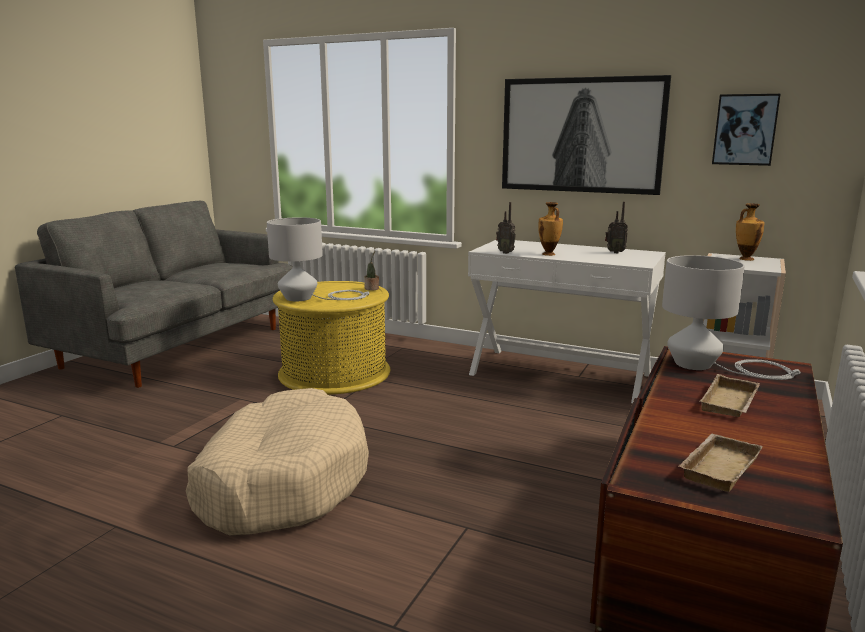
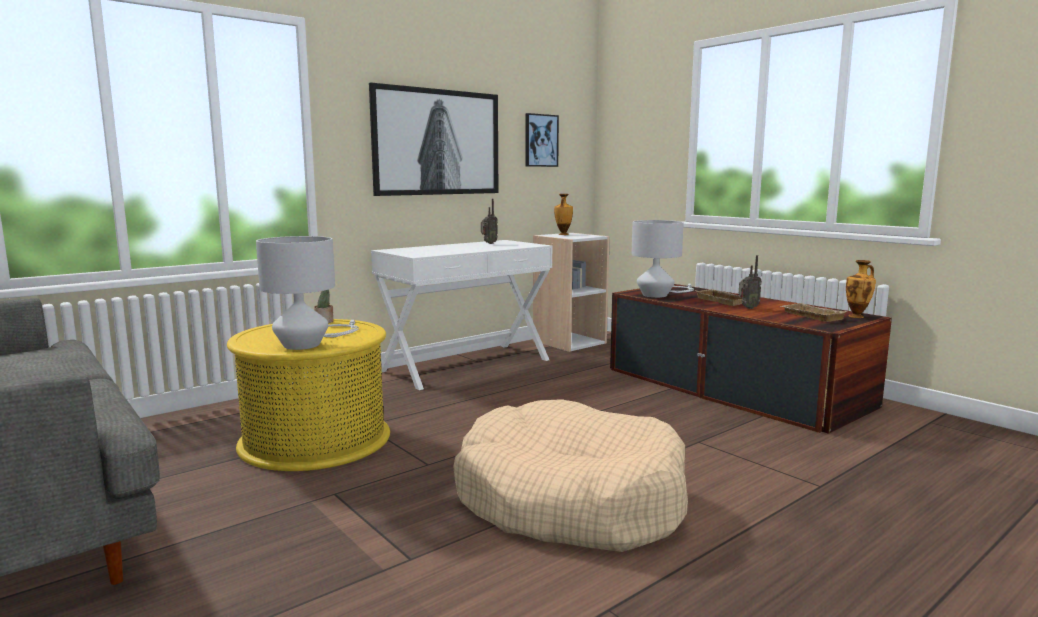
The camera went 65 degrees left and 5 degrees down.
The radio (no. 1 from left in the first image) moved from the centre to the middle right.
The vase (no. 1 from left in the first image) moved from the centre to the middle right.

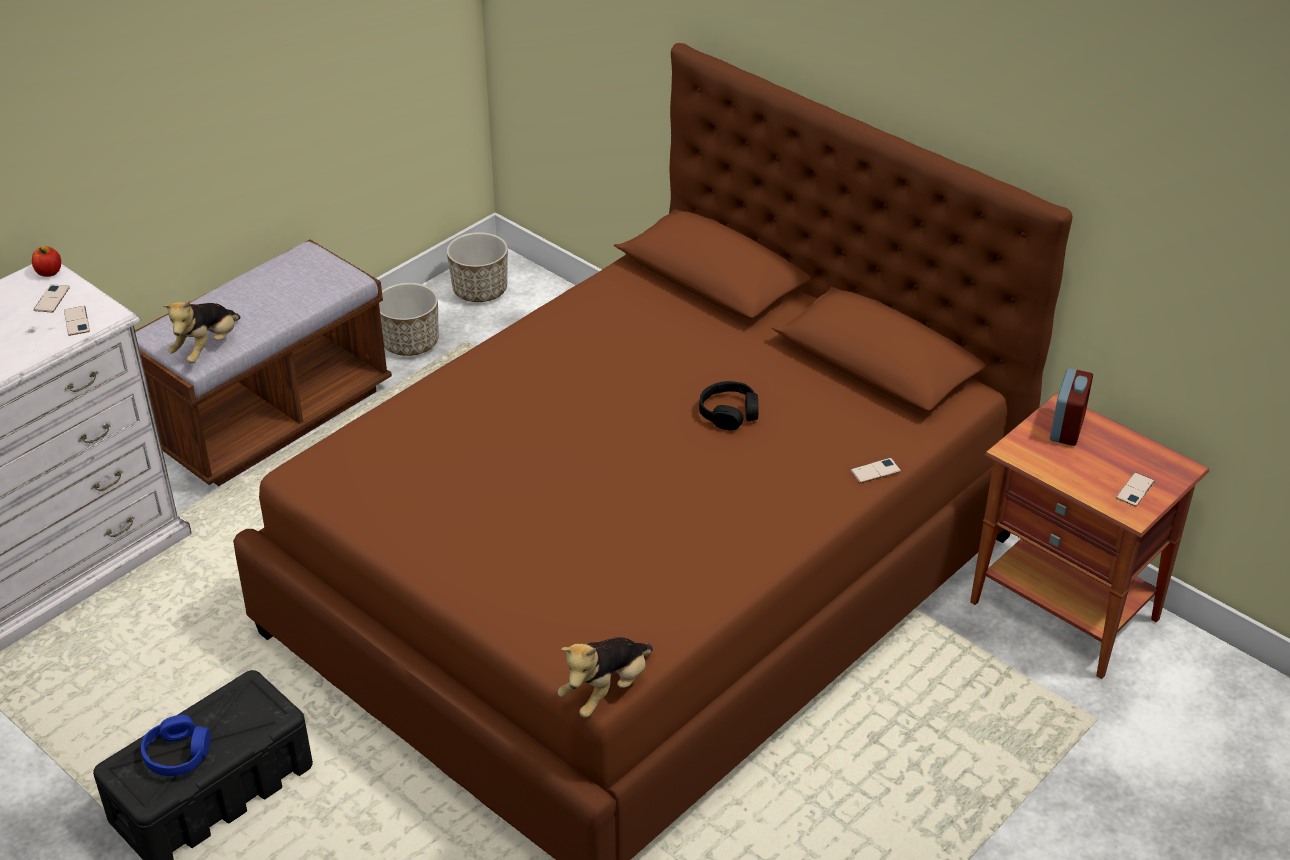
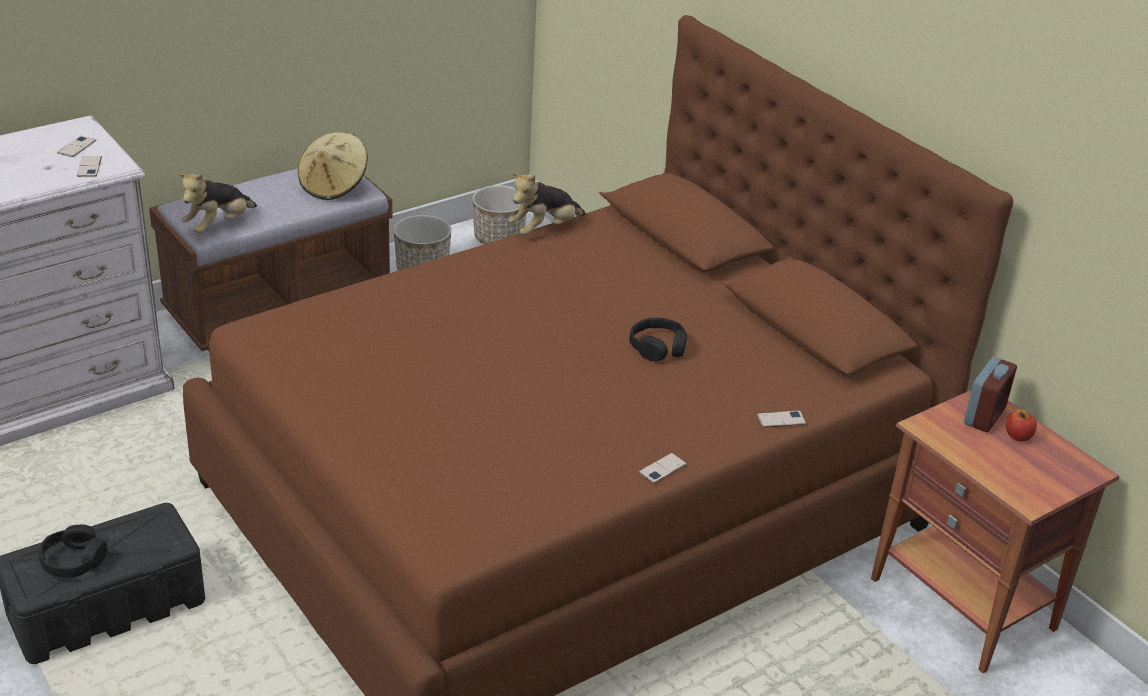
The camera went 10 degrees right and 5 degrees down.
The beige hat at the top left appeared.
The apple moved from the top left to the middle right.
The plush toy (no. 2 from left) moved from the bottom centre to the top centre.
The phone (no. 4 from left in the first image) moved from the middle right to the bottom centre.
The blue headphones at the bottom left became the black headphones (no. 1 from left) at the bottom left.

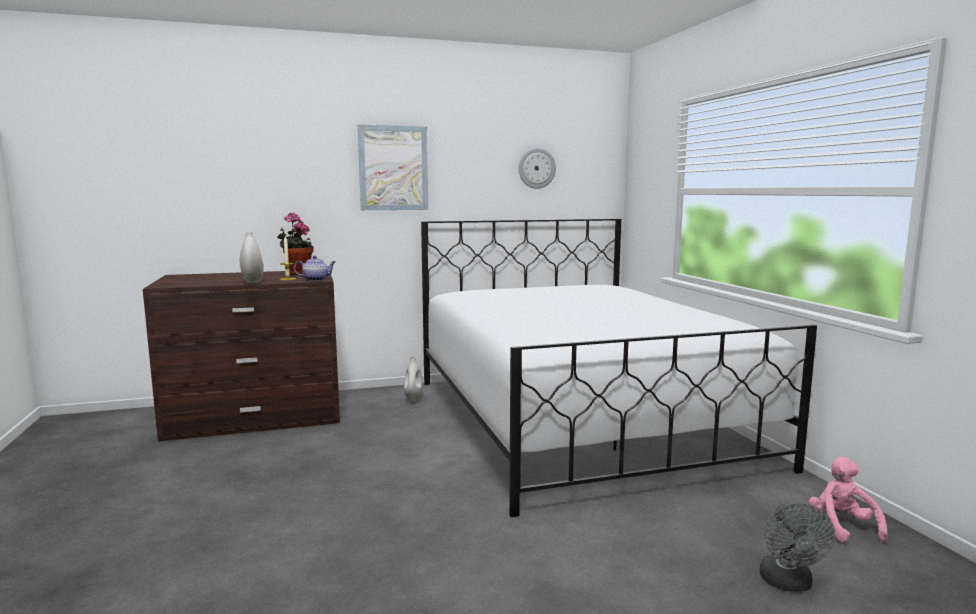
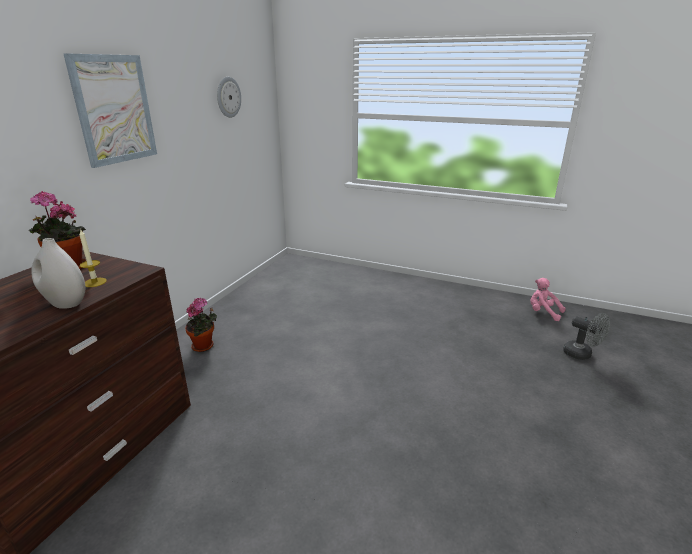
The camera went 50 degrees left and 15 degrees up.
The teapot at the middle left disappeared.
The white bed at the centre disappeared.
The white vase (no. 2 from left) at the centre was replaced by the potted plant (no. 2 from left) at the middle left.

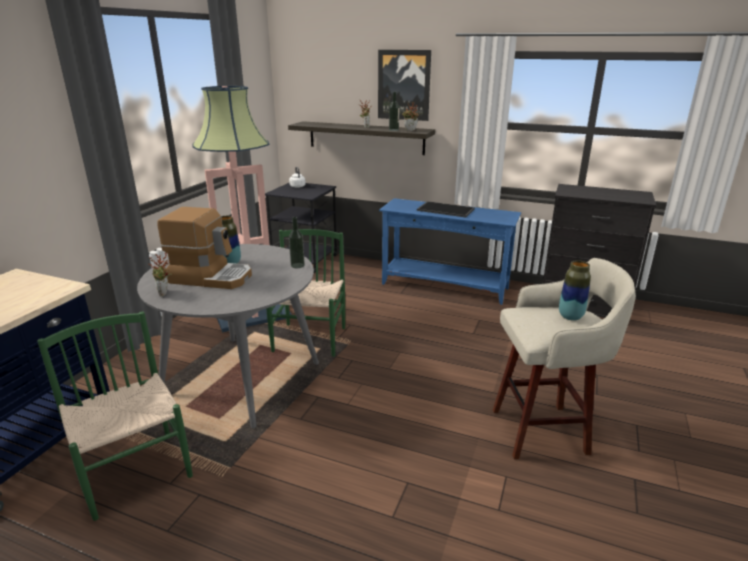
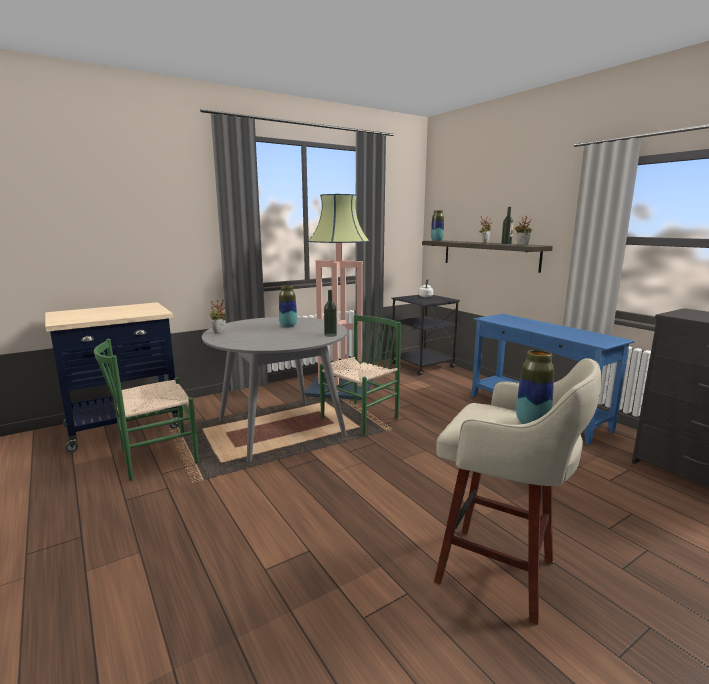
The camera went 35 degrees right and 10 degrees down.
The coffee machine at the middle left disappeared.
The picture at the top centre disappeared.
The tray at the centre disappeared.
The vase (no. 2 from left) at the top centre appeared.
The green chair (no. 1 from left) at the bottom left turned 120 degrees counterclockwise.

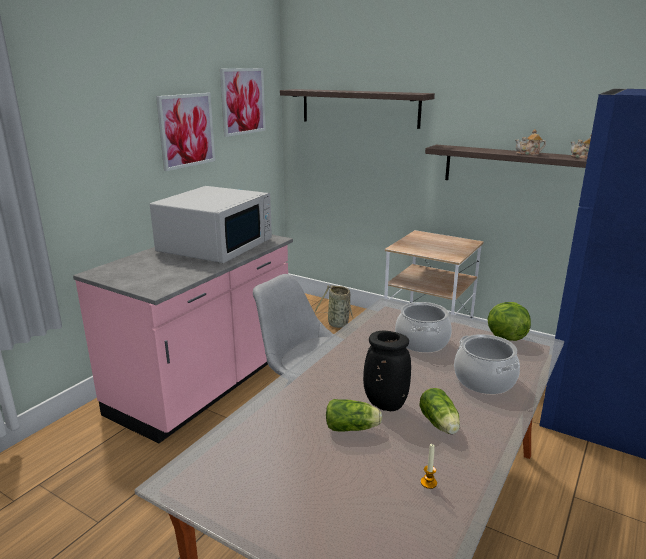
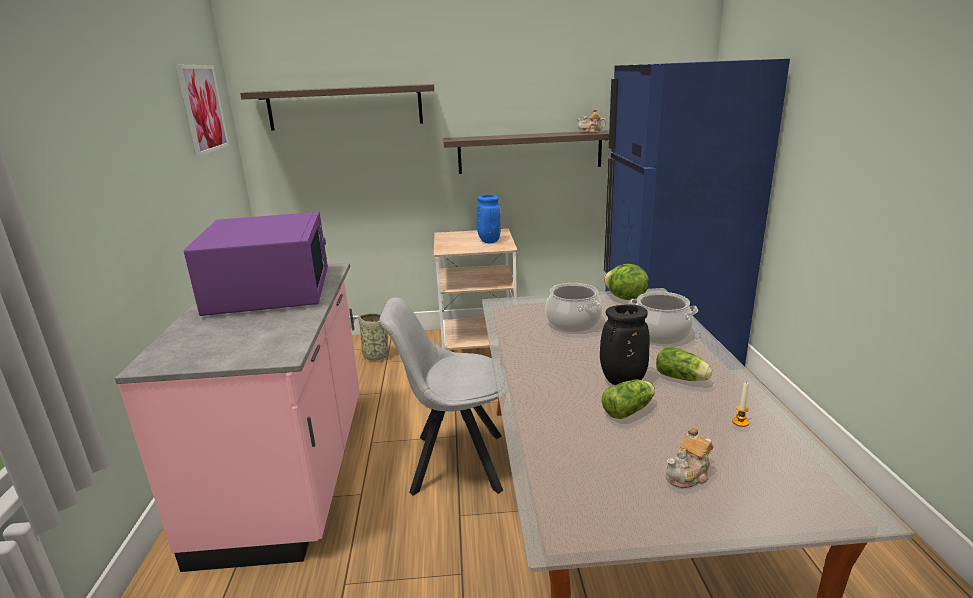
The camera went 35 degrees left and 0 degrees up.
The picture (no. 1 from left) at the top left disappeared.
The blue vase at the centre appeared.
The teapot (no. 1 from left in the first image) moved from the top right to the bottom right.
The white microwave at the middle left became the purple microwave at the middle left.

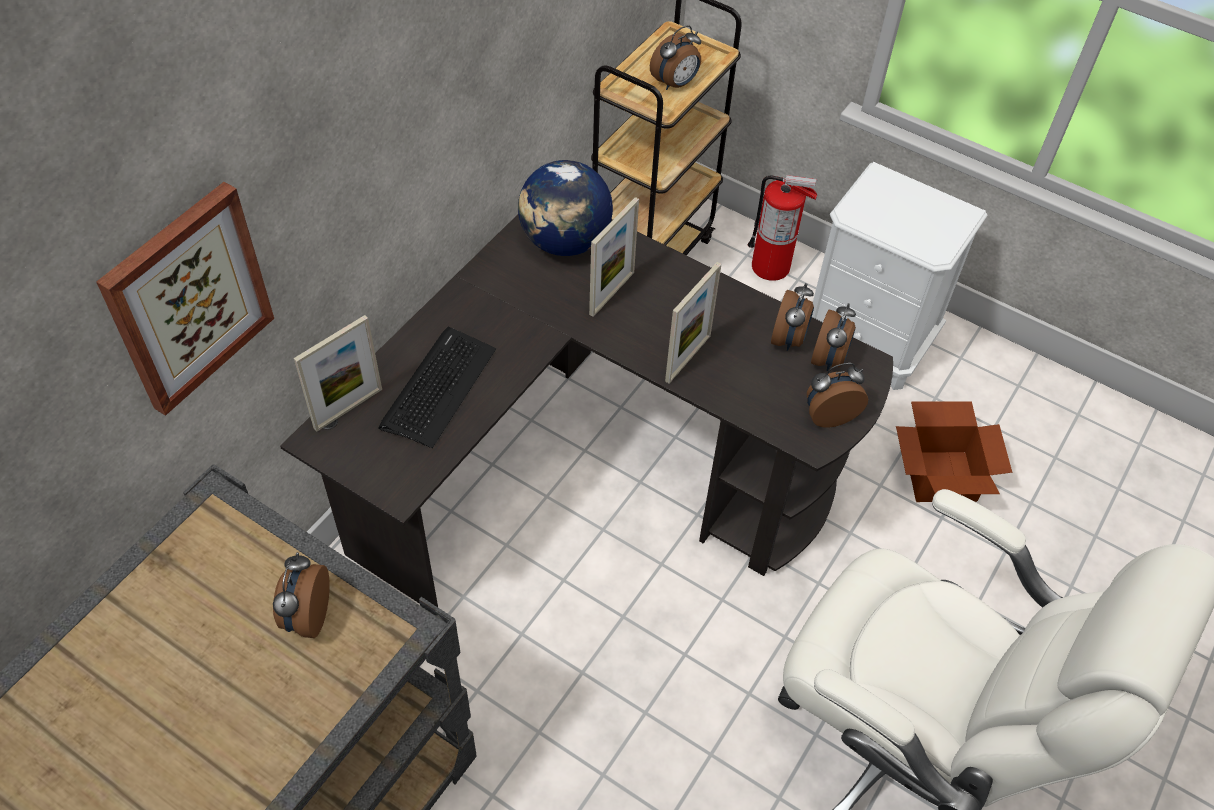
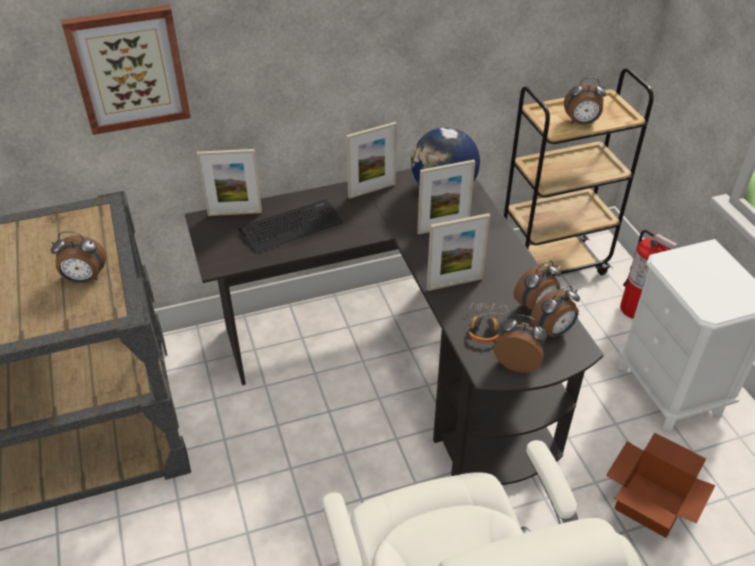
The camera went 40 degrees right and 10 degrees down.
The picture frame (no. 2 from left) at the top centre appeared.
The headphones at the centre appeared.
The alarm clock (no. 1 from left) at the bottom left turned 135 degrees counterclockwise.

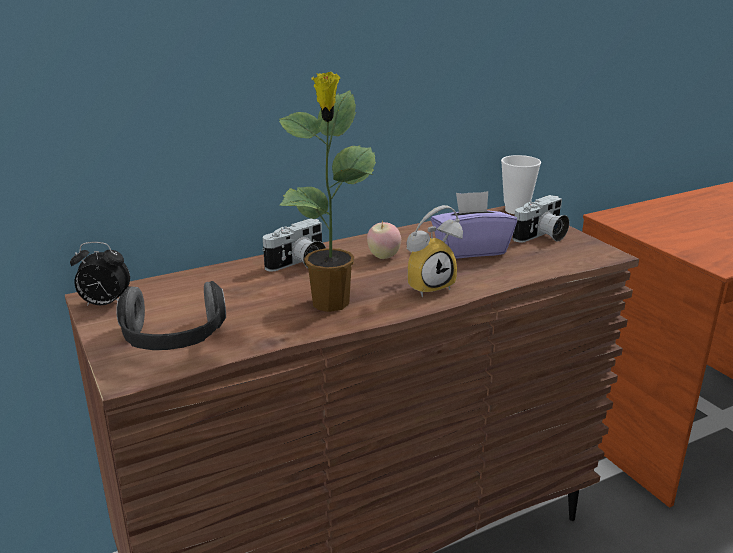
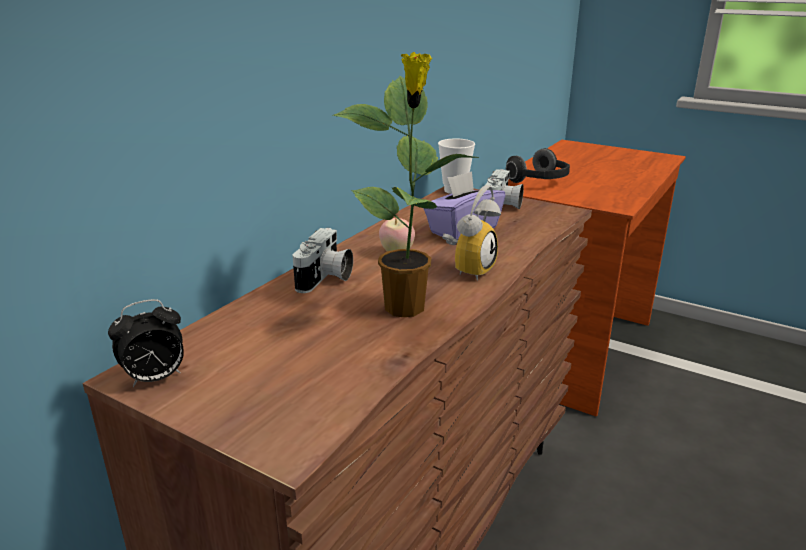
The camera went 30 degrees left and 0 degrees up.
The headphones moved from the middle left to the top right.

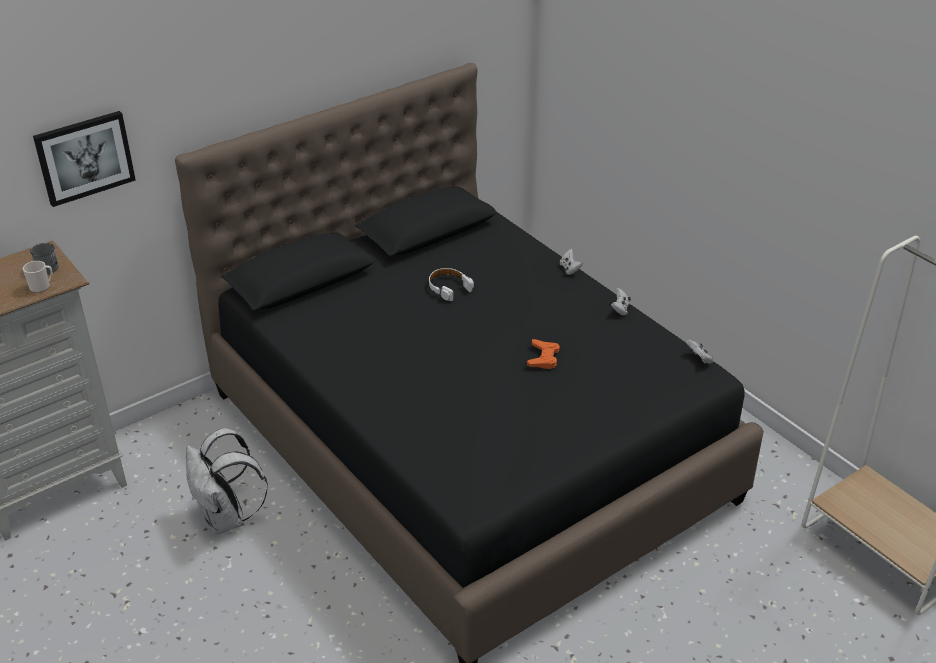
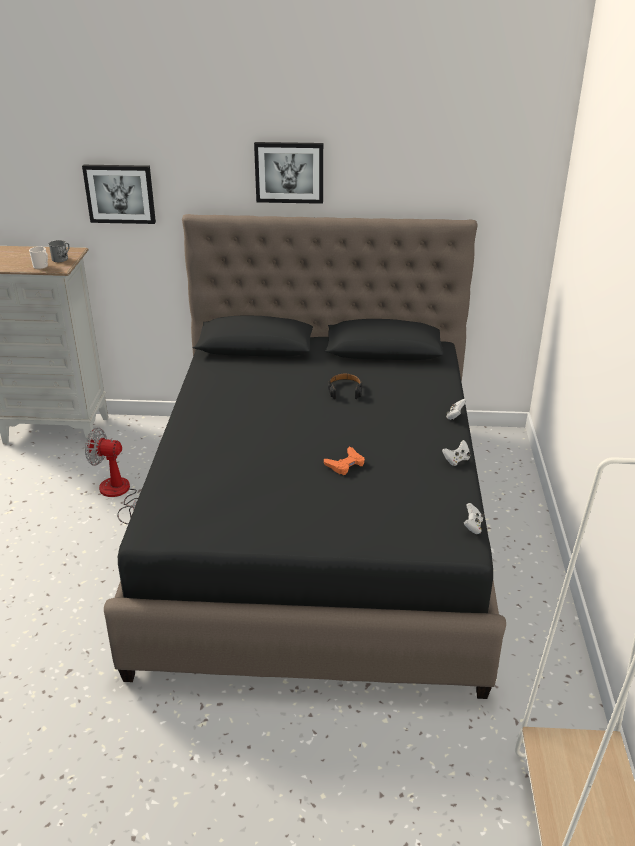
The camera went 40 degrees right and 5 degrees down.
The picture (no. 2 from left) at the top centre appeared.
The white backpack at the bottom left was replaced by the fan at the middle left.
The white headphones at the centre became the black headphones at the centre.

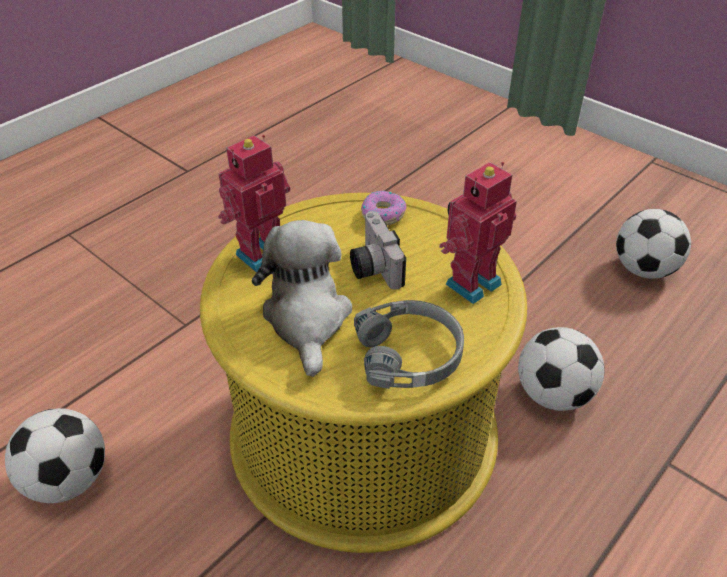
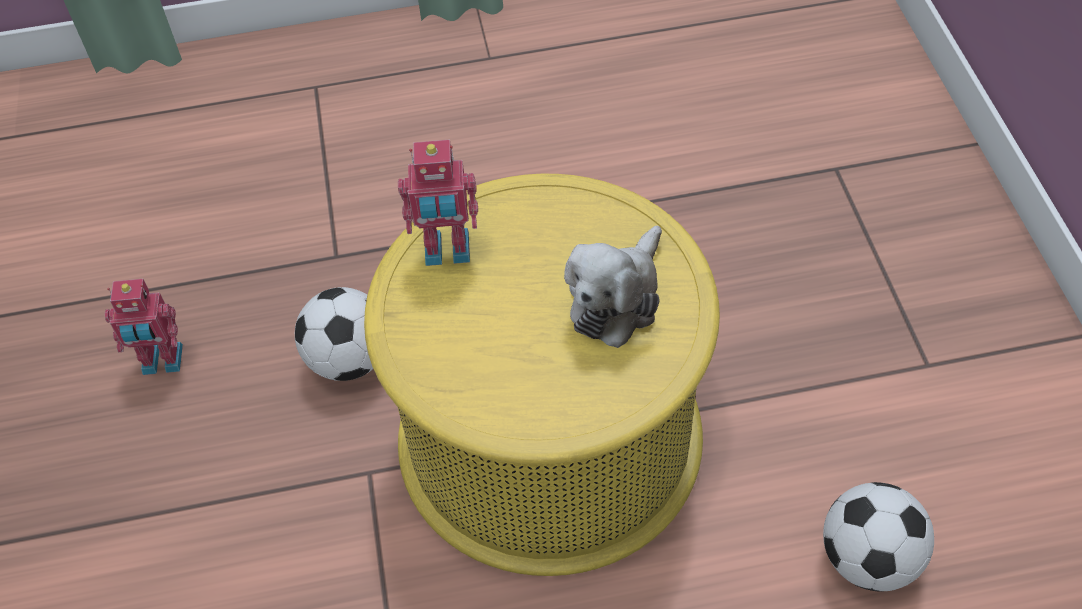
The camera went 140 degrees left and 10 degrees up.
The photo camera at the centre disappeared.
The grey headphones at the centre disappeared.
The donut at the centre disappeared.
The football (no. 3 from left) at the middle right disappeared.
The toy robot (no. 1 from left) moved from the centre to the middle left.

